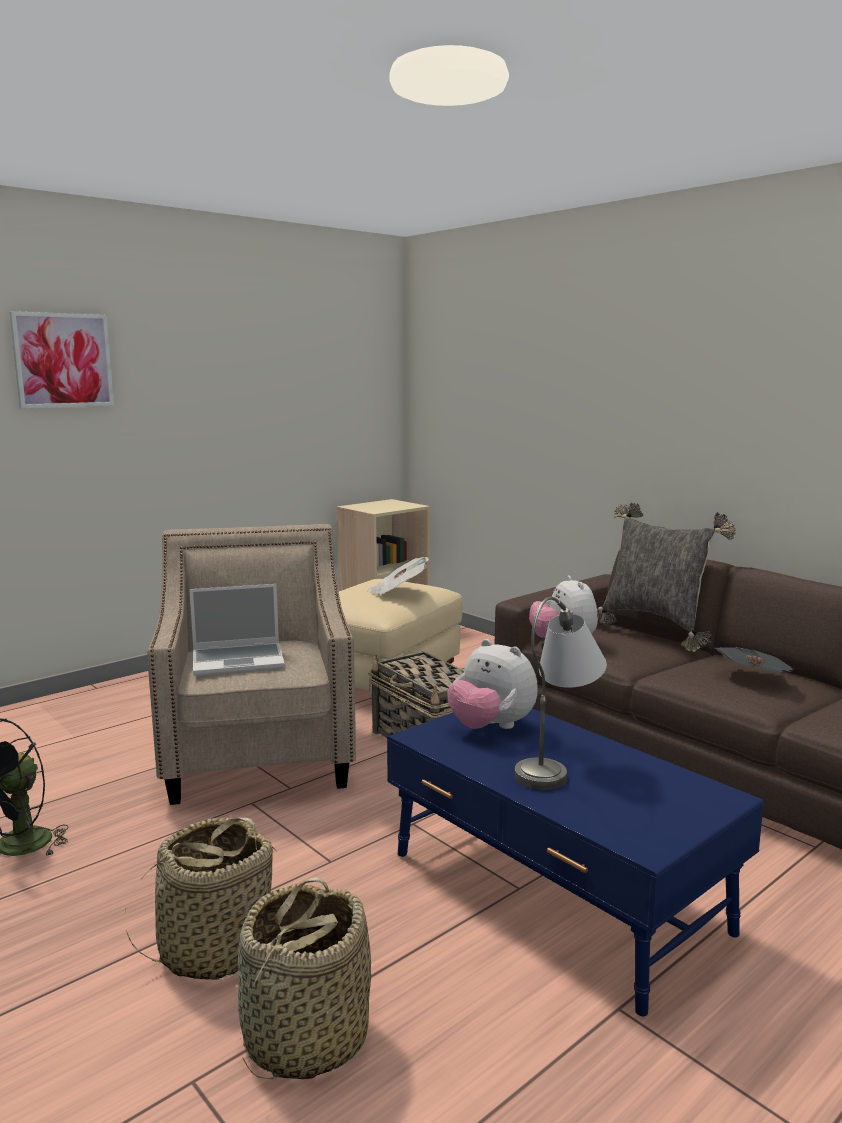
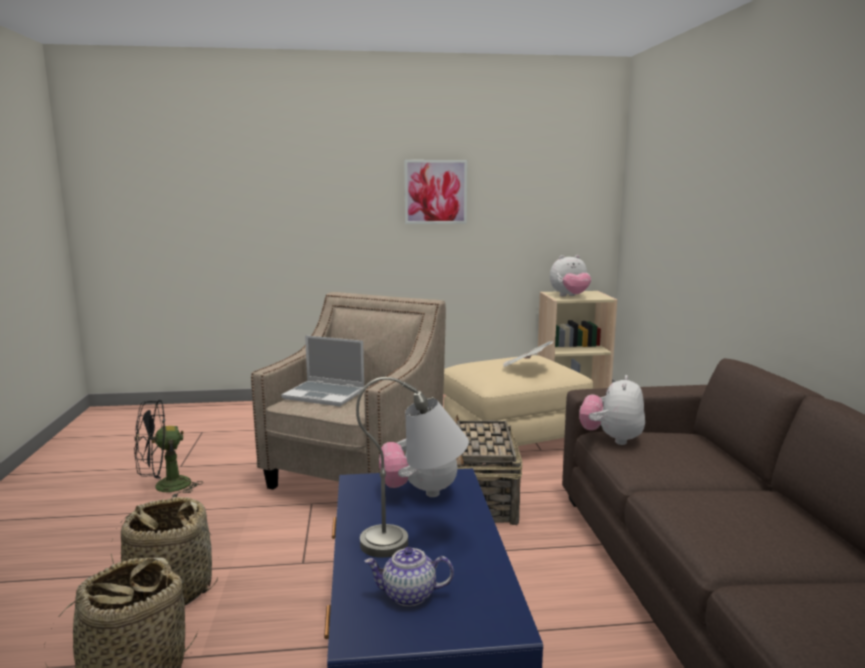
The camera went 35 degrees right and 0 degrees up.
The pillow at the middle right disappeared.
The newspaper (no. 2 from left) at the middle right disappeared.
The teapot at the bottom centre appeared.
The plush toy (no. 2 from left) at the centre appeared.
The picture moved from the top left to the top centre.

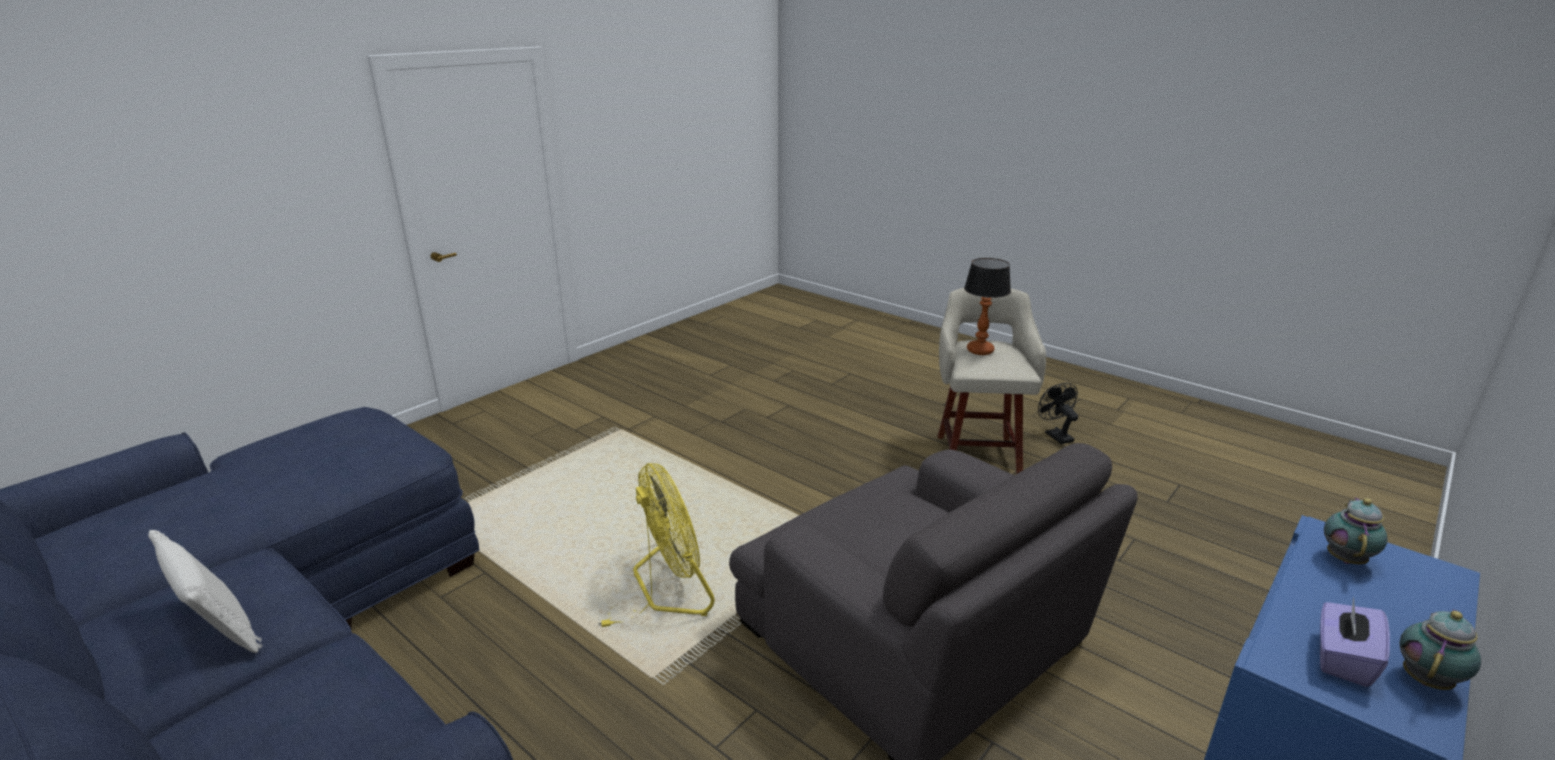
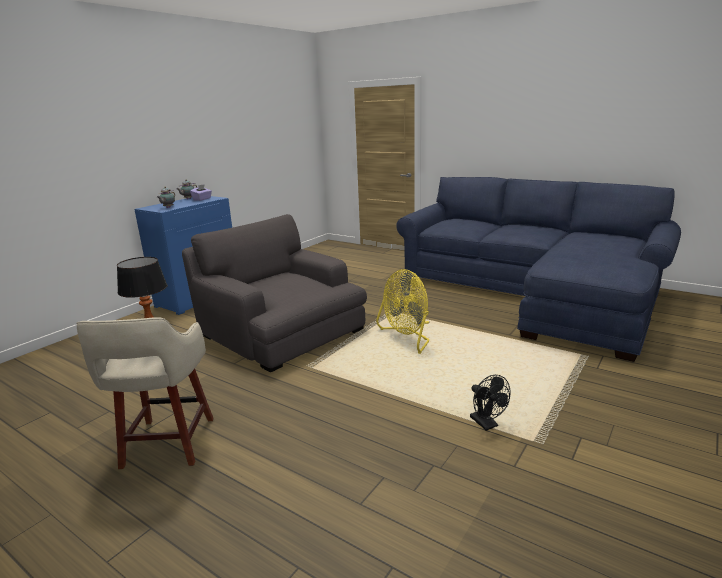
The camera went 175 degrees right and 5 degrees down.
The white pillow at the bottom left disappeared.
The black fan moved from the middle right to the bottom right.

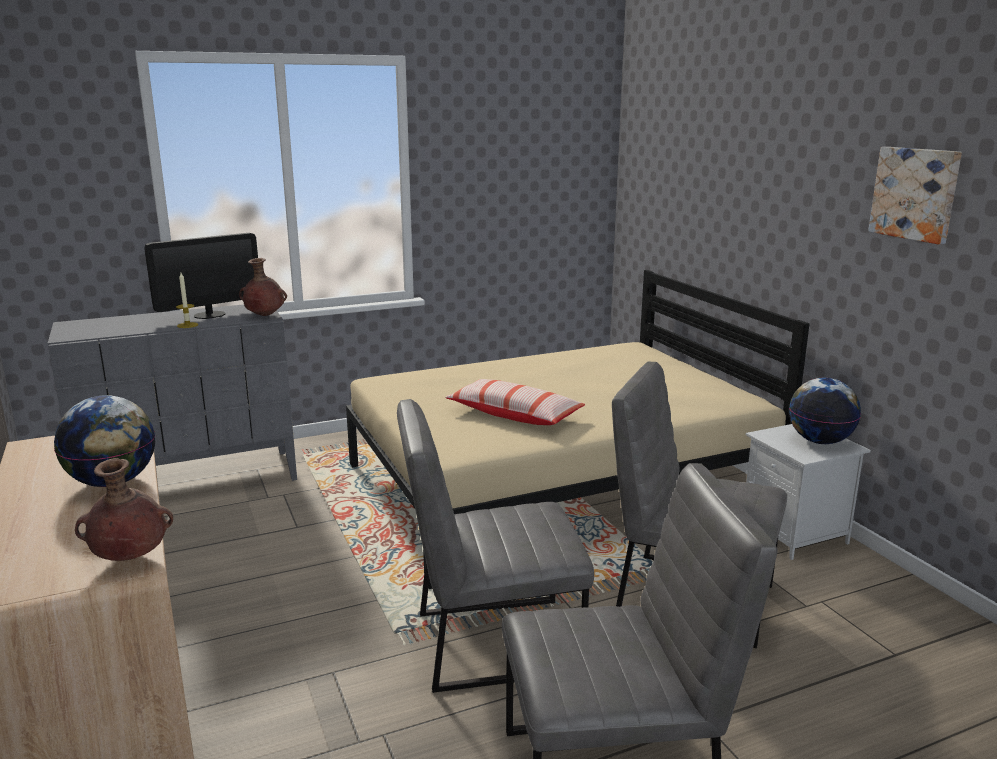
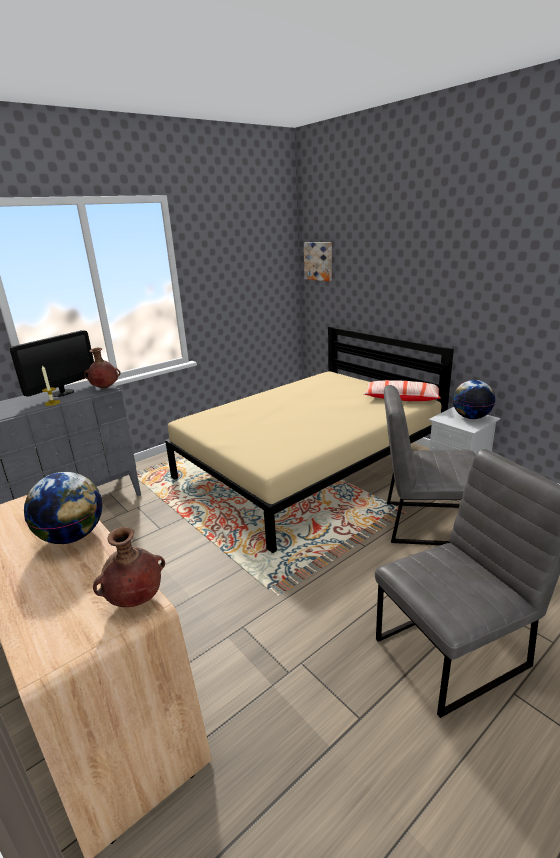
The camera went 15 degrees left and 5 degrees up.
The grey chair (no. 1 from left) at the bottom centre disappeared.
The pillow moved from the centre to the middle right.
The picture moved from the top right to the top centre.

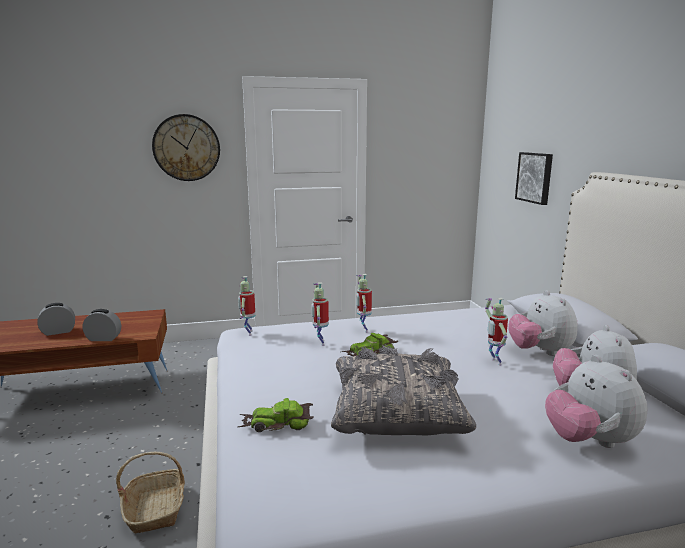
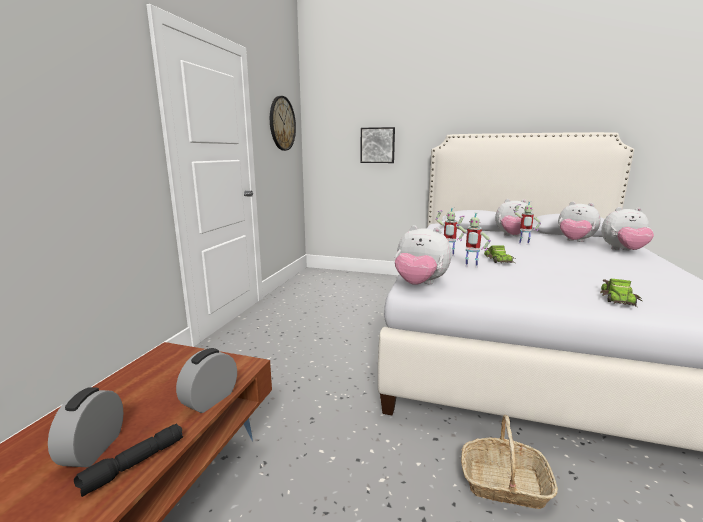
The camera went 60 degrees left and 0 degrees up.
The grey pillow at the bottom centre disappeared.
The black flashlight at the bottom left appeared.
The wall clock moved from the top left to the top centre.
The toy robot (no. 1 from left) at the centre was replaced by the plush toy (no. 1 from left) at the centre.

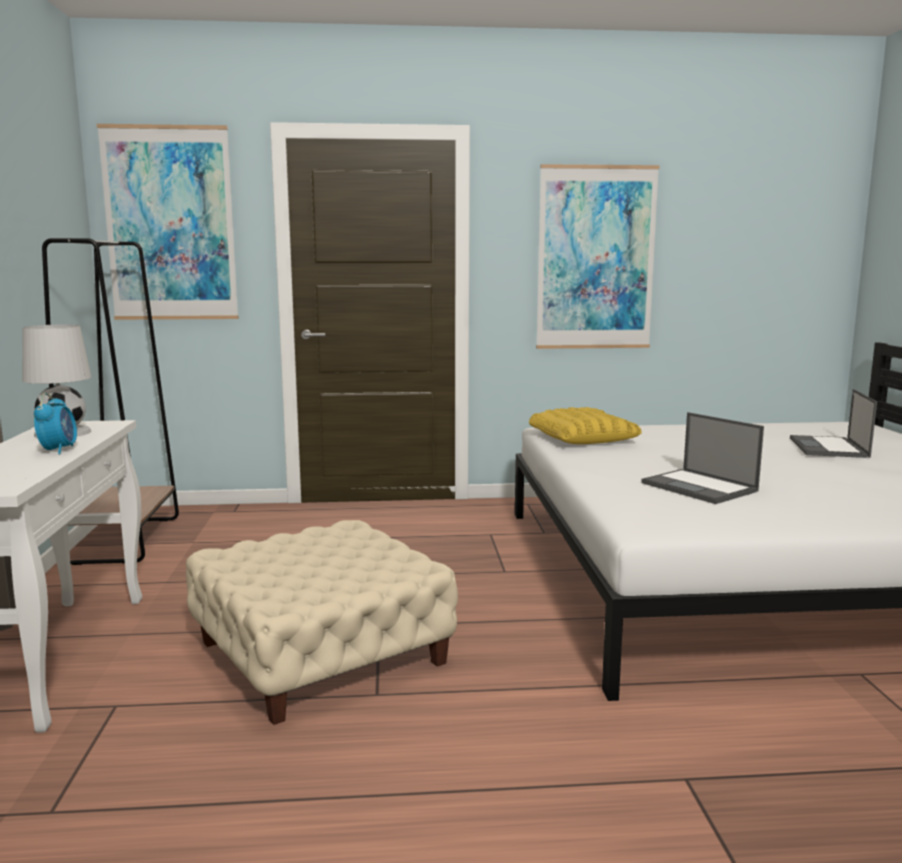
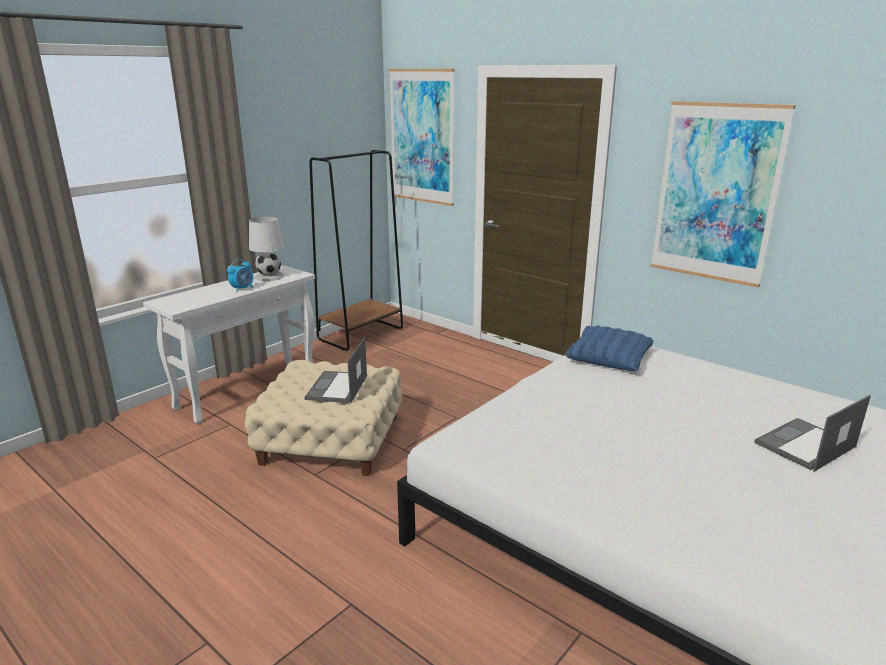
The camera went 45 degrees right and 10 degrees up.
The laptop (no. 1 from left) moved from the middle right to the centre.
The yellow pillow at the centre became the blue pillow at the middle right.

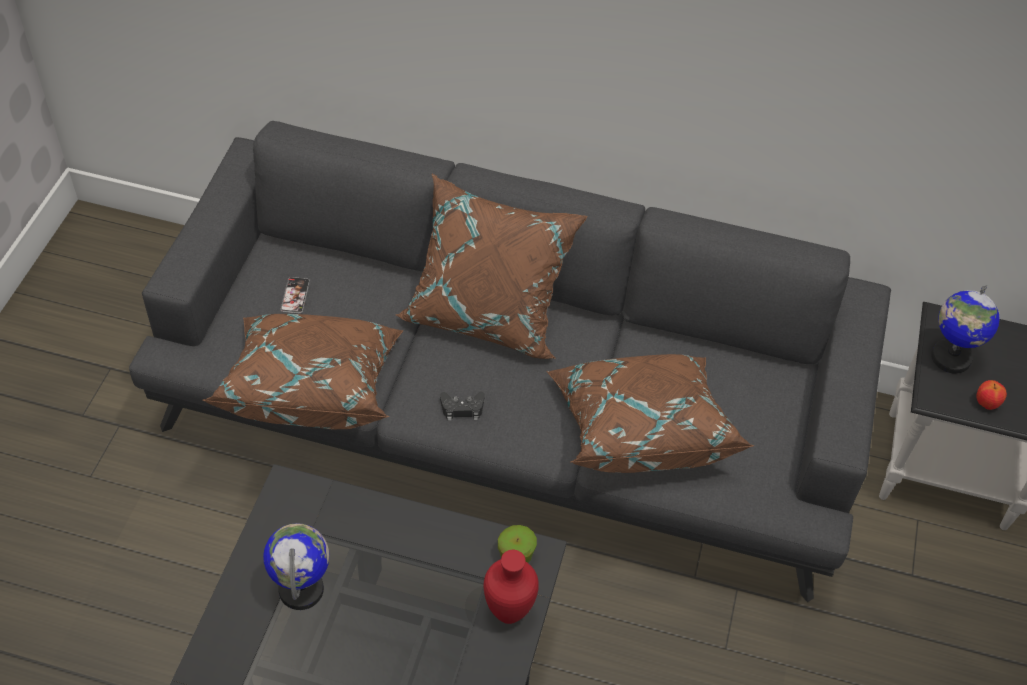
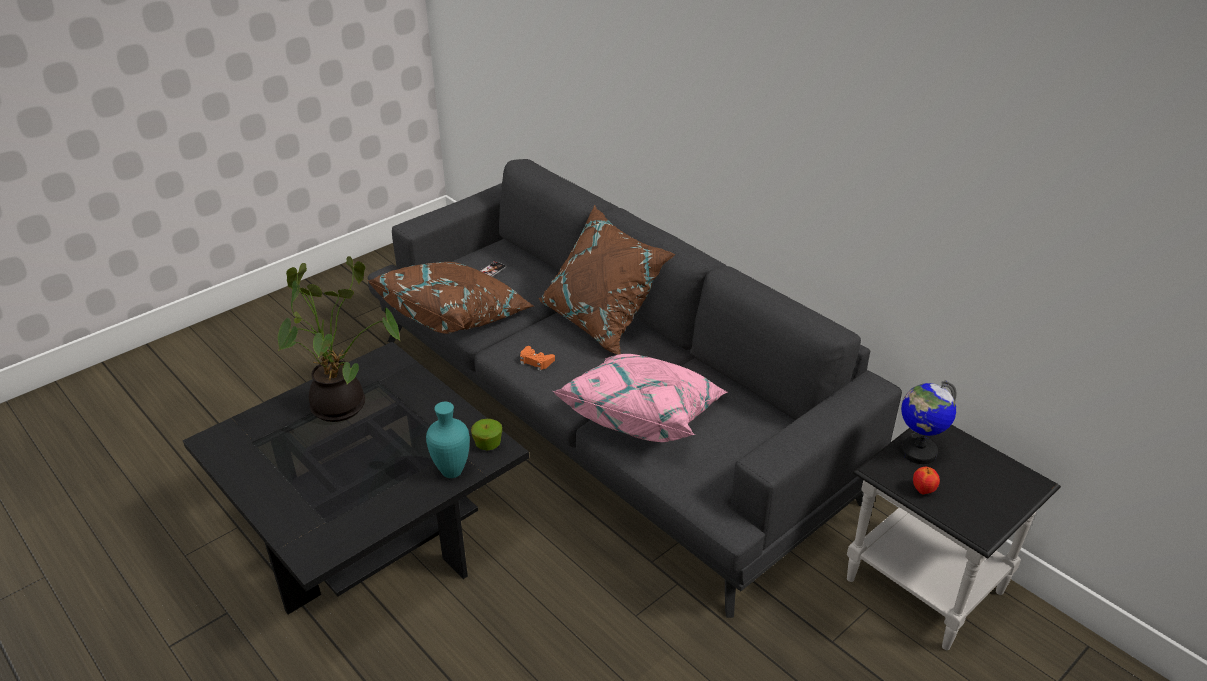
The camera went 35 degrees right and 15 degrees down.
The globe (no. 1 from left) at the bottom left was replaced by the potted plant at the middle left.
The black game controller at the centre became the orange game controller at the centre.
The red vase at the bottom centre became the turquoise vase at the centre.
The brown pillow (no. 3 from left) at the centre became the pink pillow at the centre.

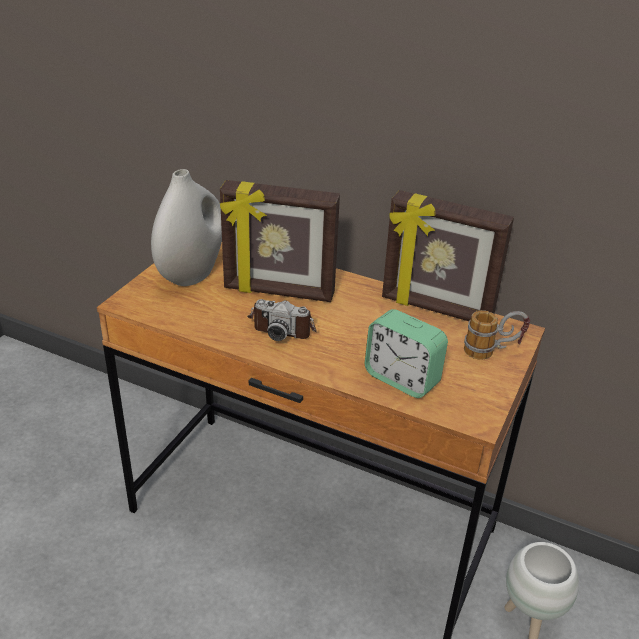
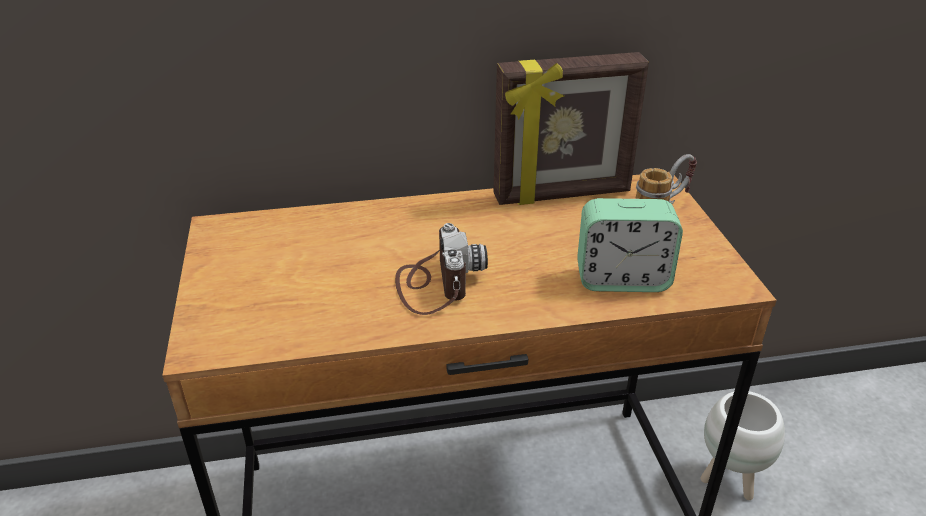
The camera went 35 degrees left and 0 degrees up.
The white vase at the middle left disappeared.
The picture frame (no. 1 from left) at the centre disappeared.
The photo camera at the centre turned 75 degrees counterclockwise.

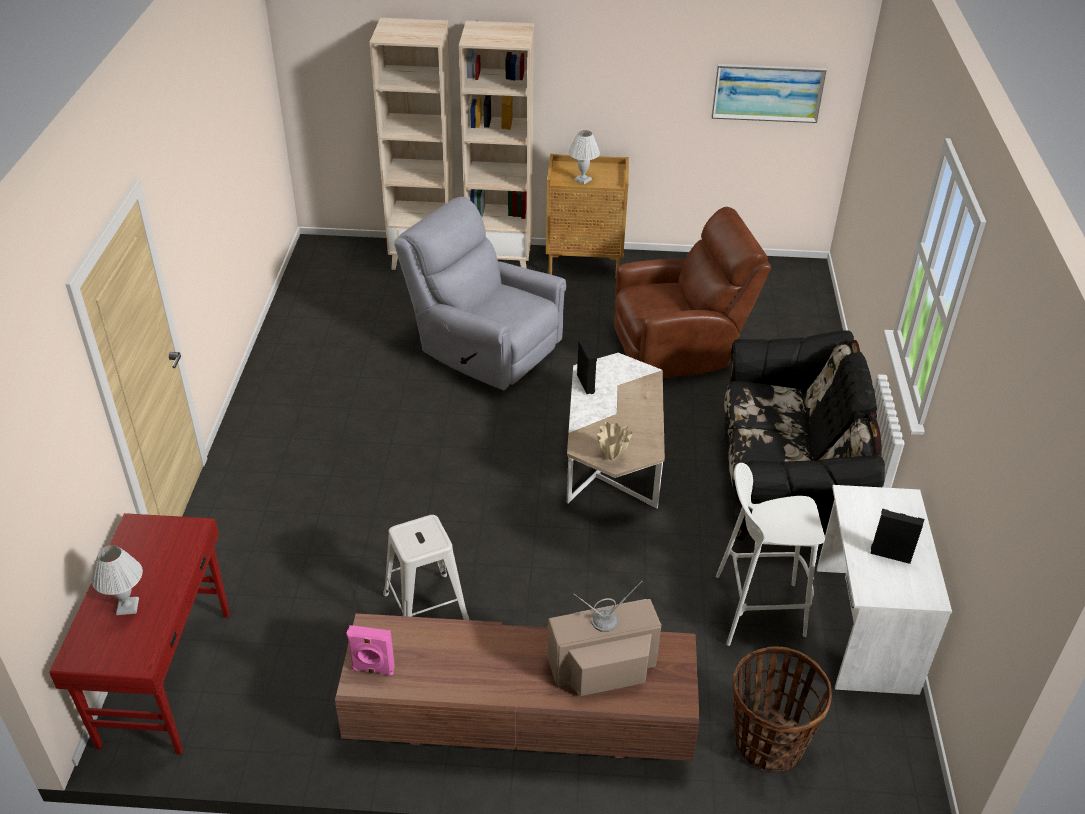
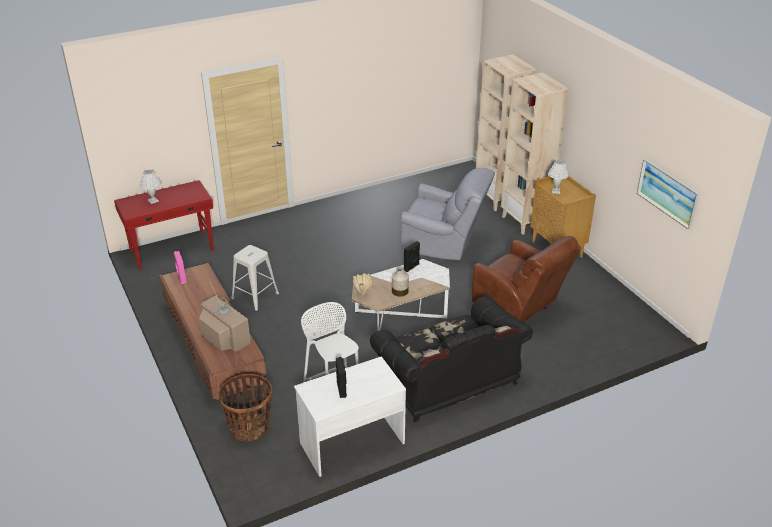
The camera went 60 degrees right and 5 degrees down.
The beige vase (no. 2 from left) at the centre appeared.
The grey armchair at the centre turned 105 degrees clockwise.

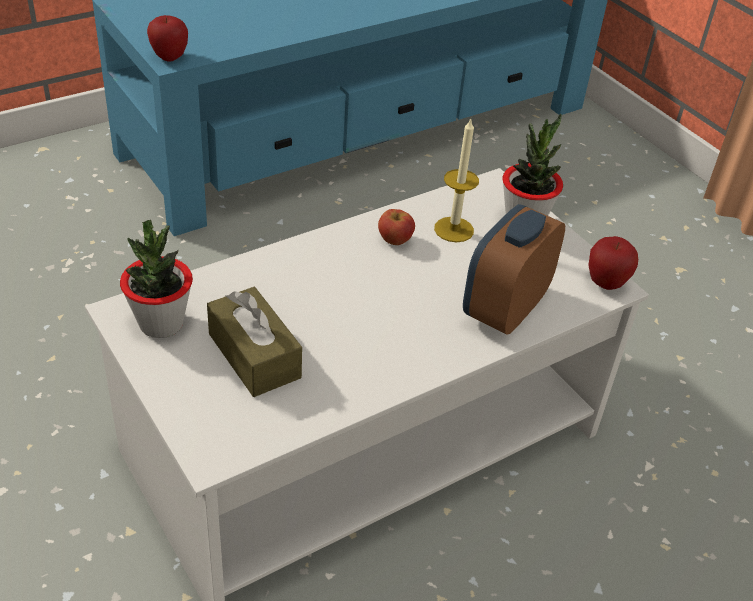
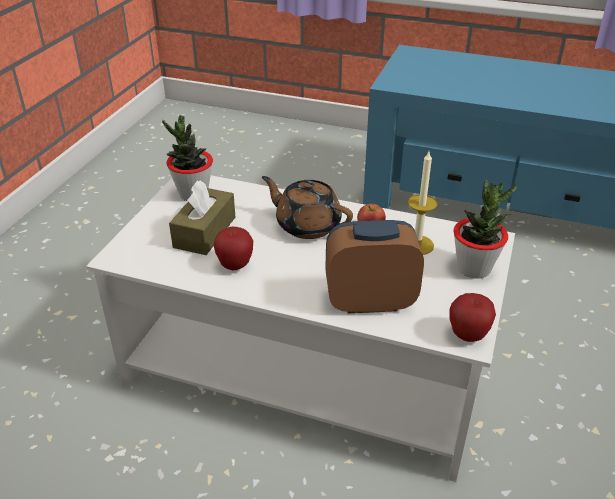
The camera went 55 degrees right and 5 degrees down.
The brown teapot at the centre appeared.
The apple (no. 1 from left) moved from the top left to the centre.

